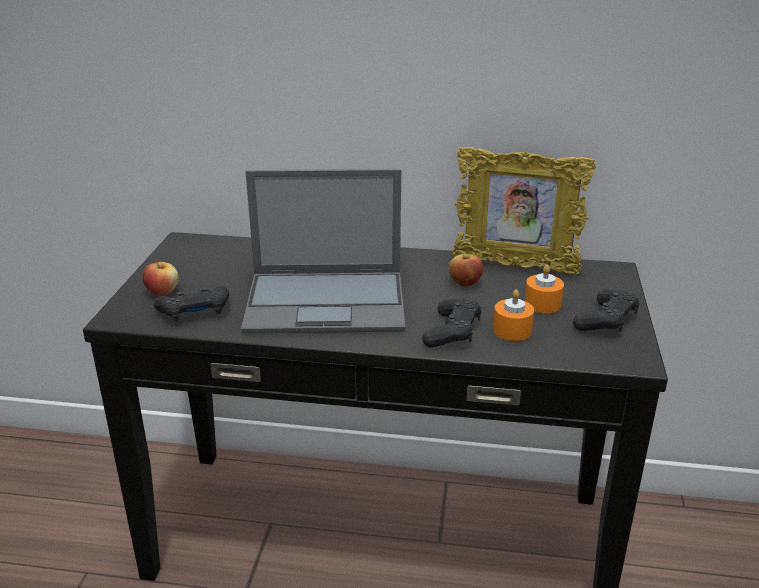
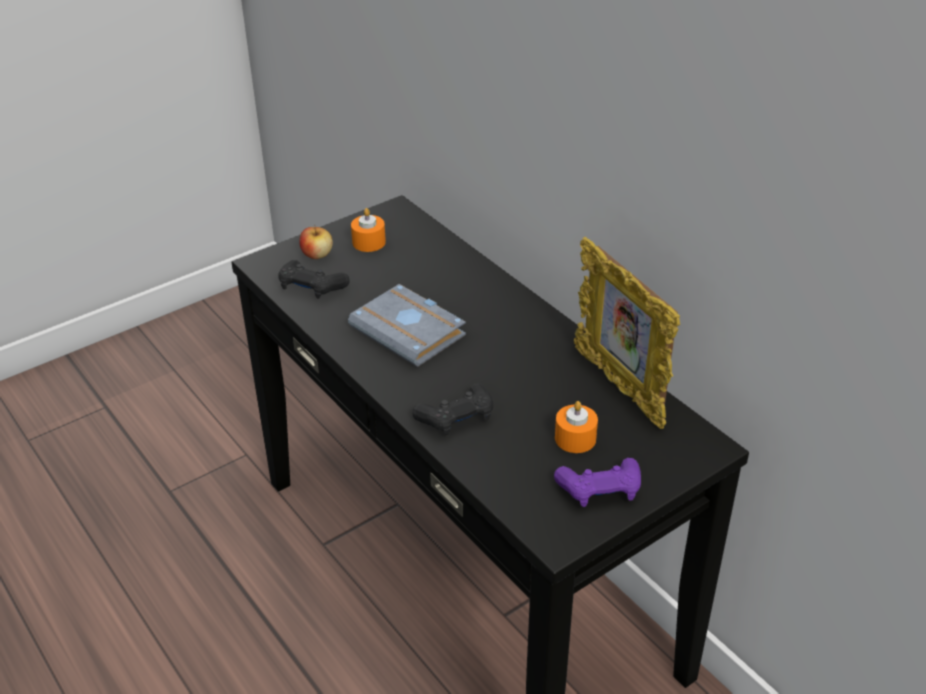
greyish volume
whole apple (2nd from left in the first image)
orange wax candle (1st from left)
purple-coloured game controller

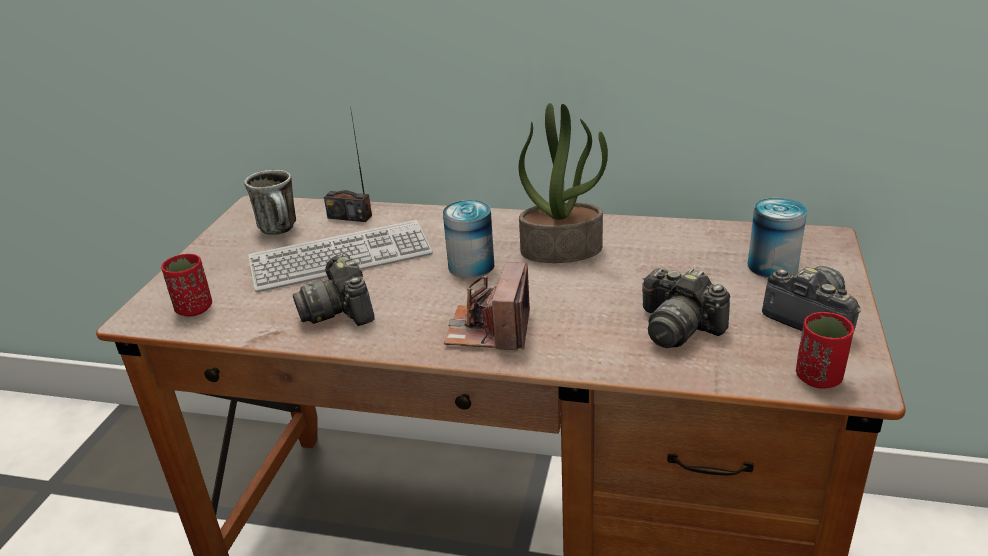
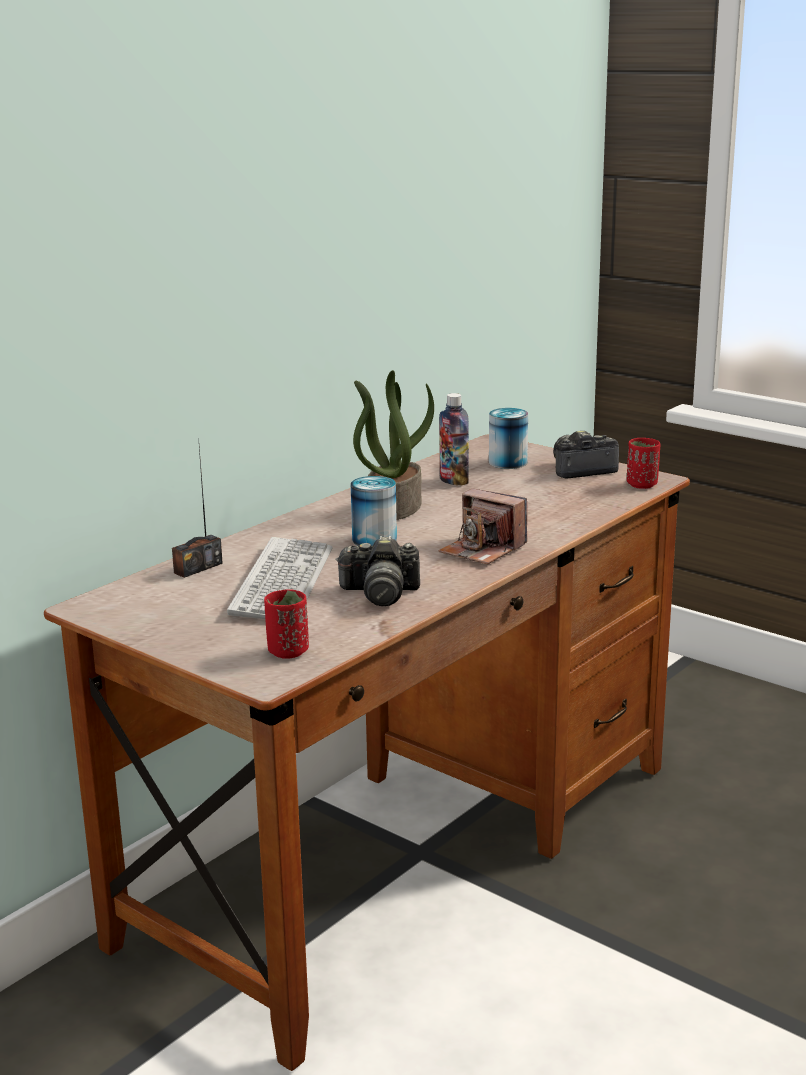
tea mug
photo camera (3rd from left in the first image)
beverage bottle

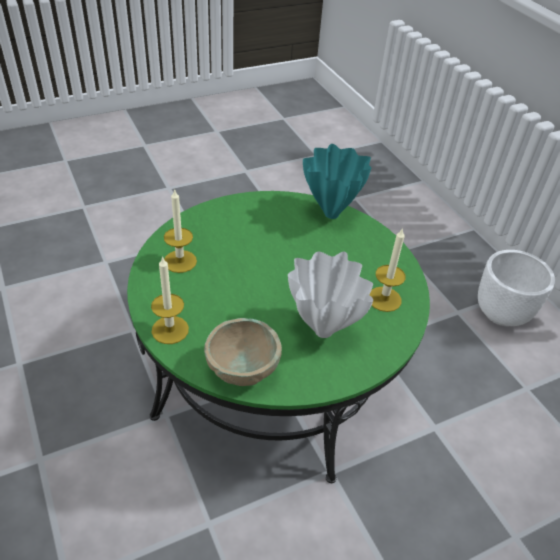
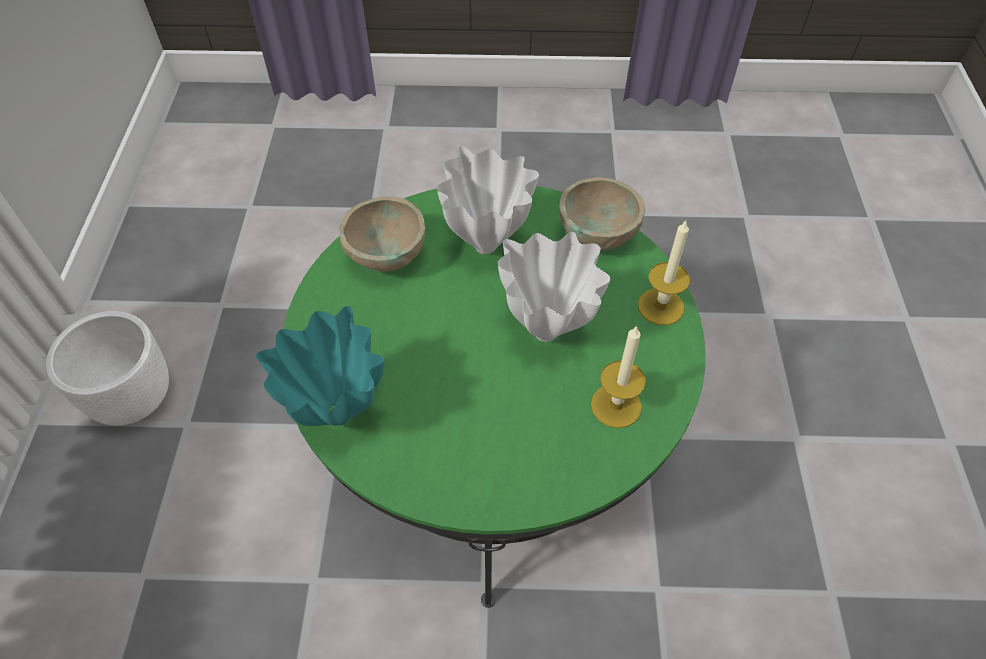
sand-coloured bowl (1st from left)
whitish flower vase (2nd from left)

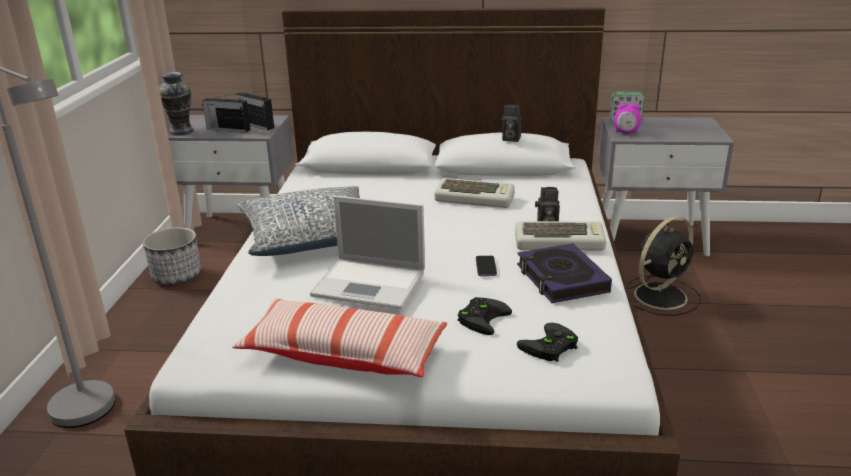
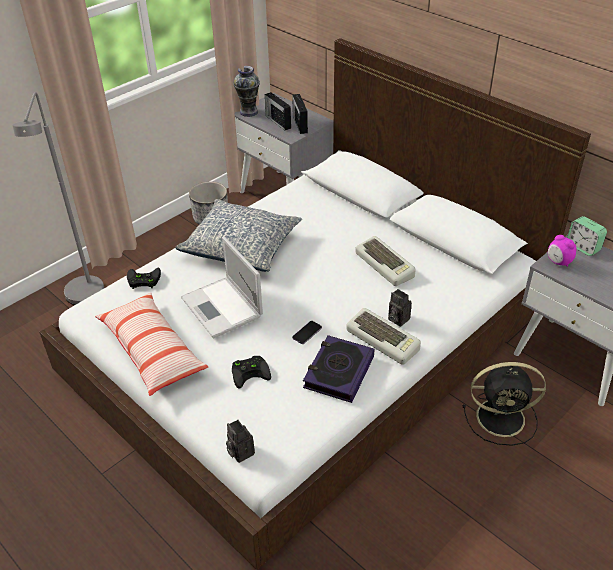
photo camera (1st from left)
black game controller (1st from left)

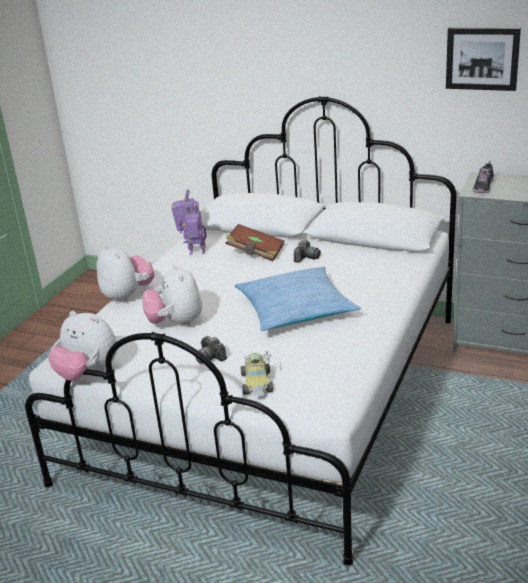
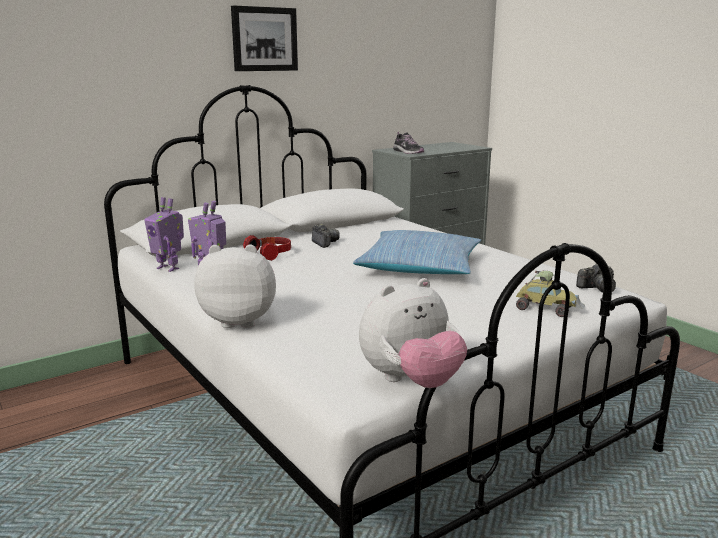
wall picture
headphones
plush toy (3rd from left in the first image)
photo camera (2nd from left)

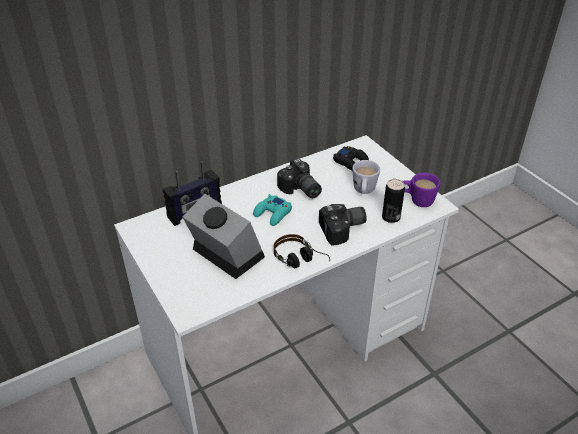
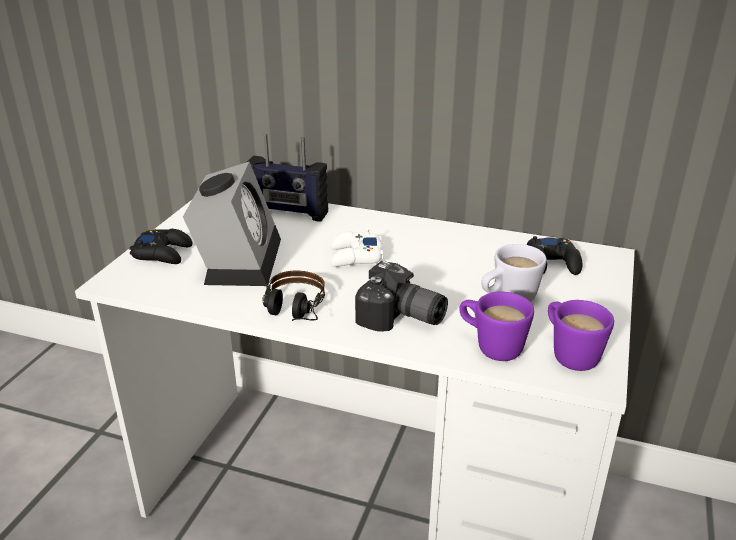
photo camera (1st from left in the first image)
purple-coloured tea mug (1st from left)
whitish game controller
black game controller (1st from left)

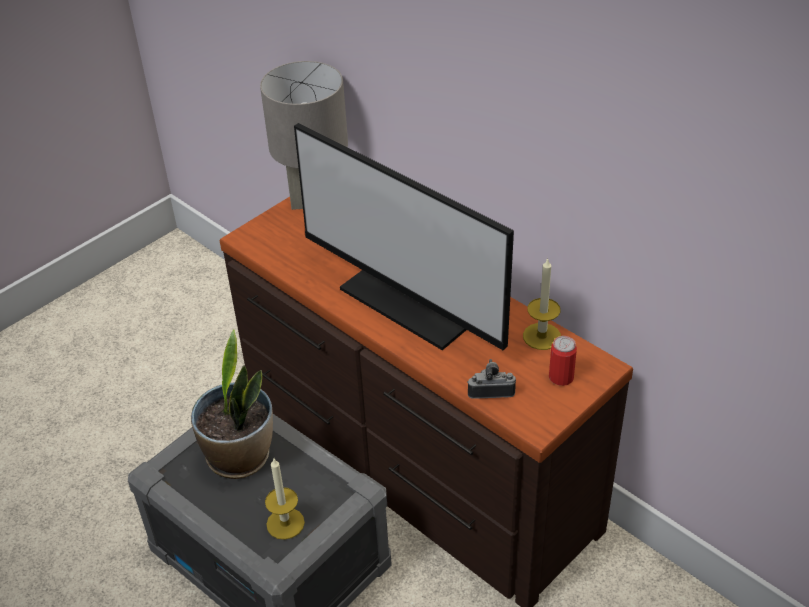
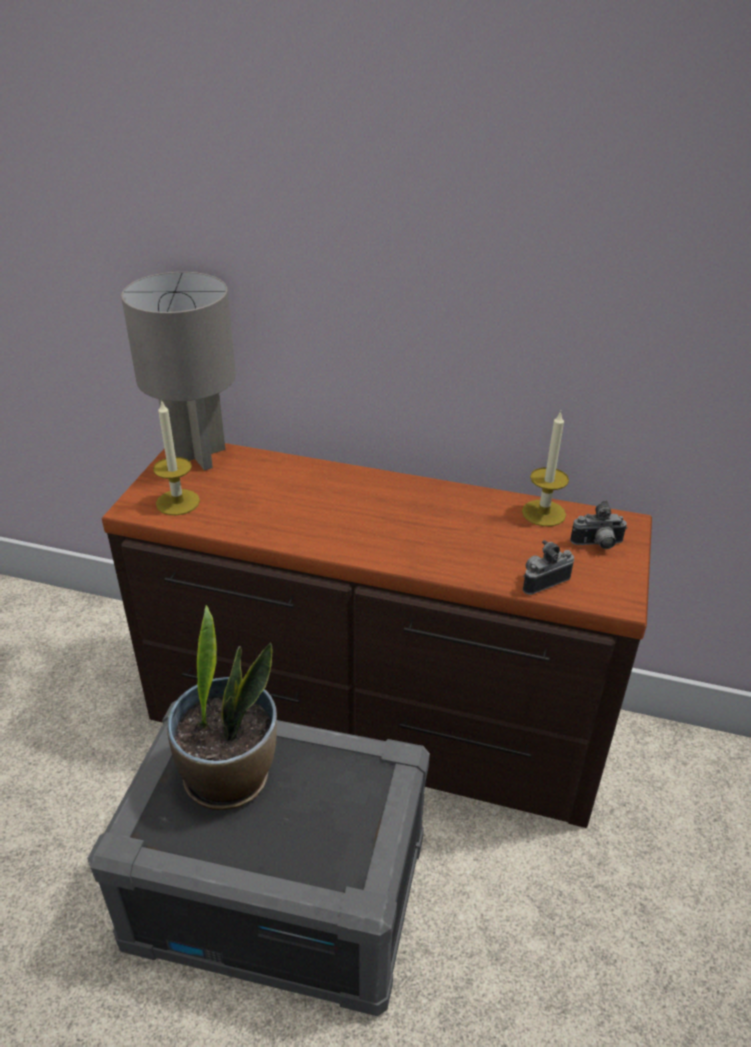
computer screen
photo camera (2nd from left)
wax candle (1st from left)

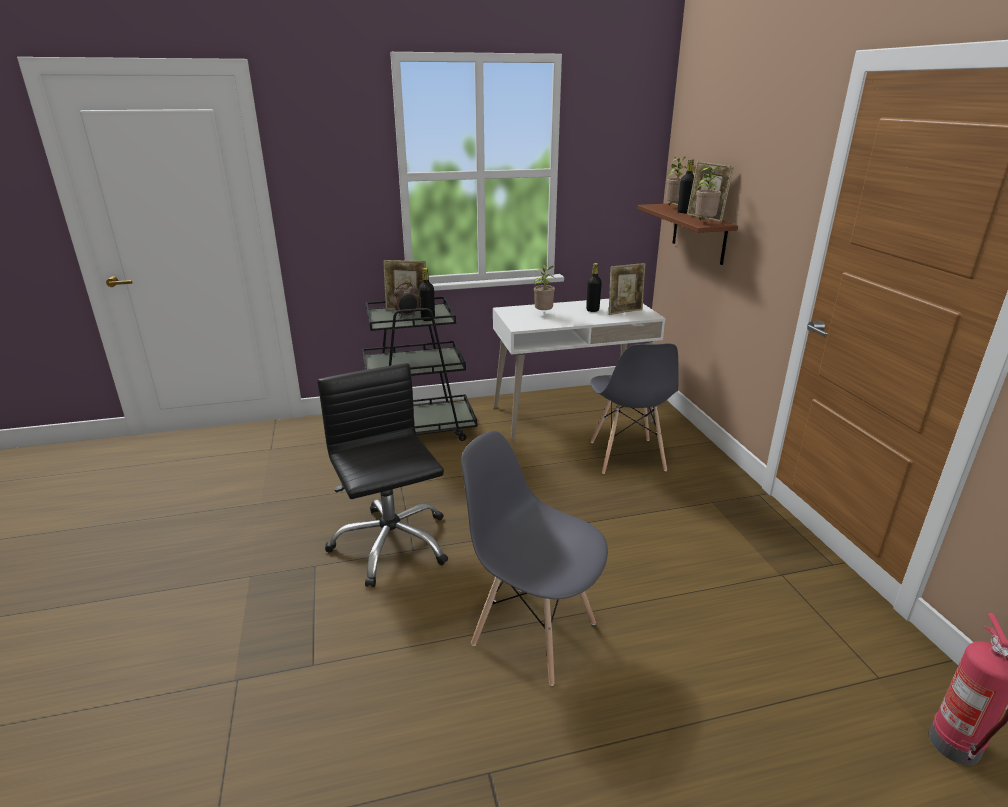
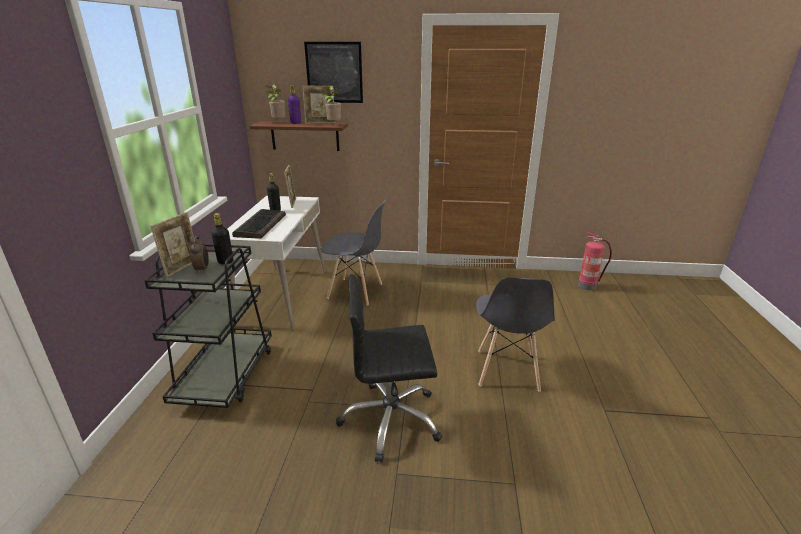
purple-coloured beverage bottle
PC keyboard
greyish upright chair (2nd from left)
wall picture

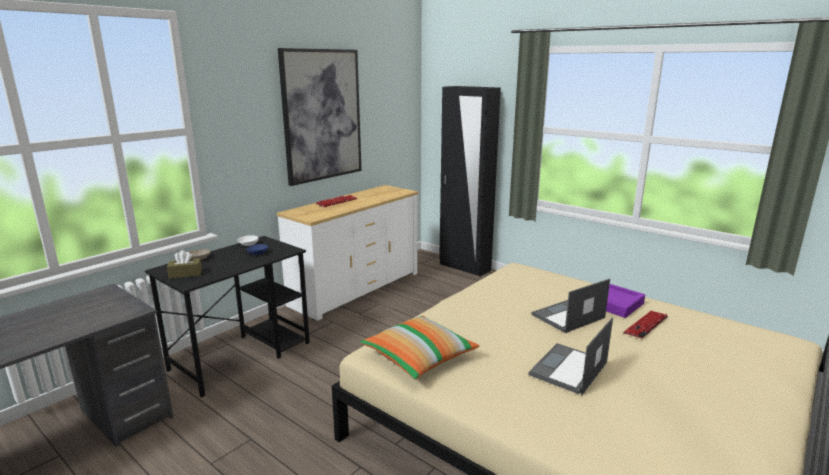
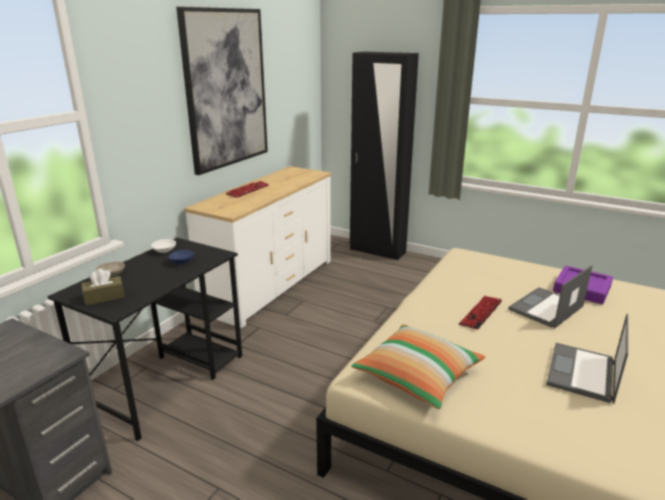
PC keyboard (2nd from left)

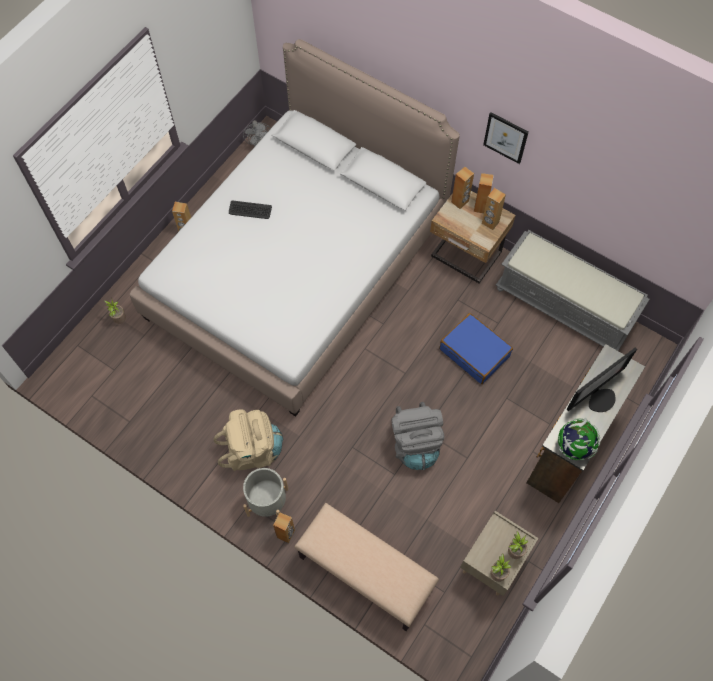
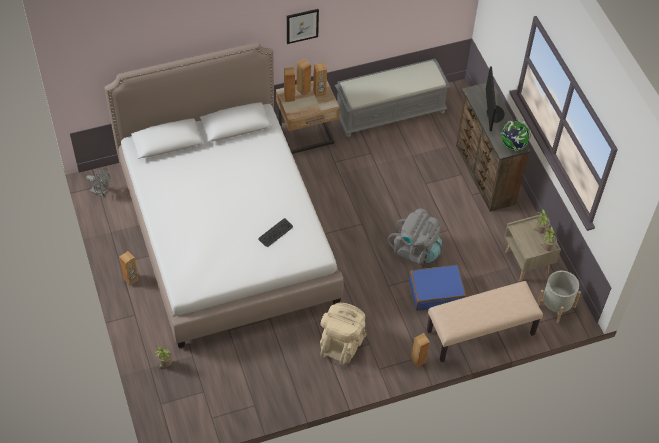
PC keyboard
blue-coloured travel case
greyish plant pot

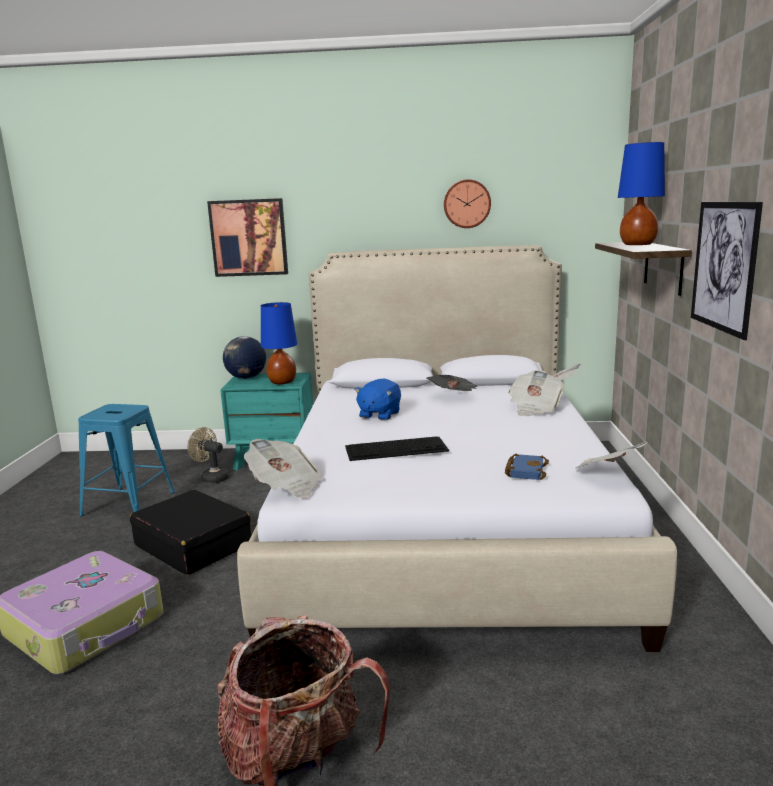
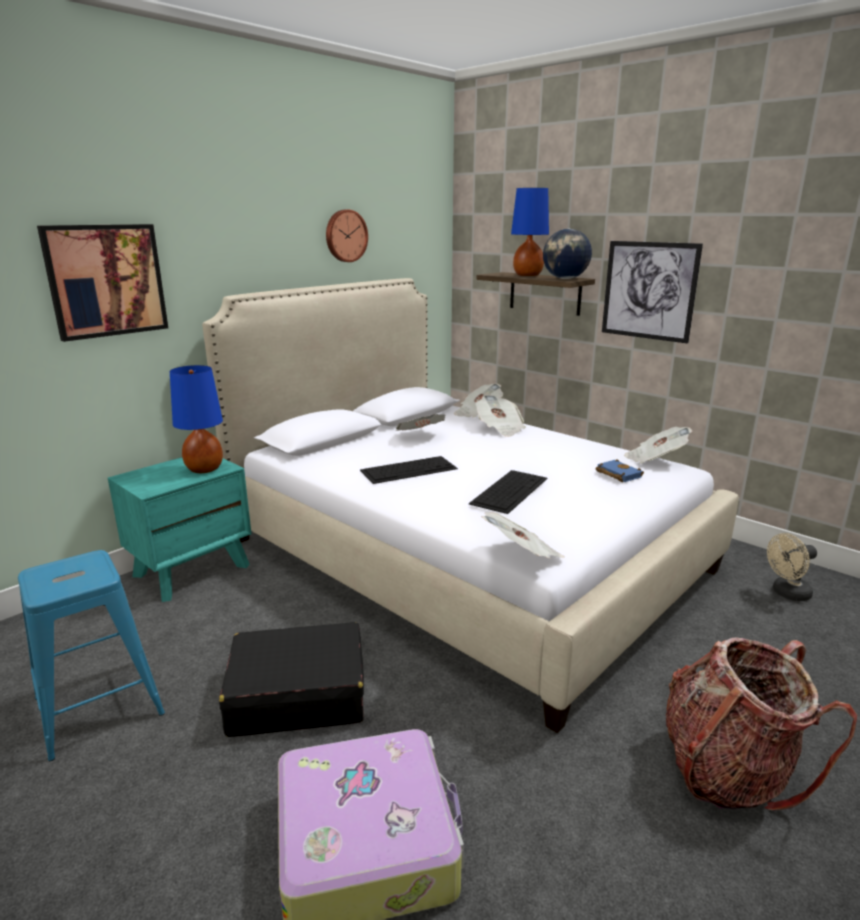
globe
PC keyboard (1st from left)
sand-coloured fan

